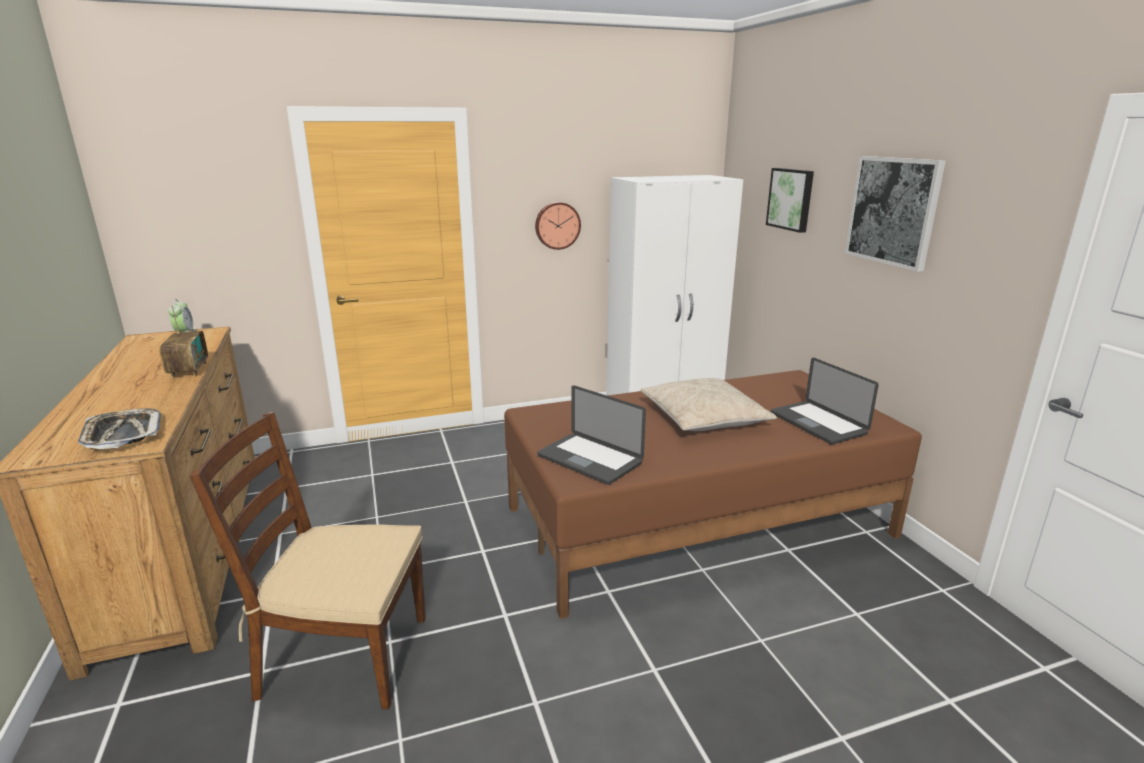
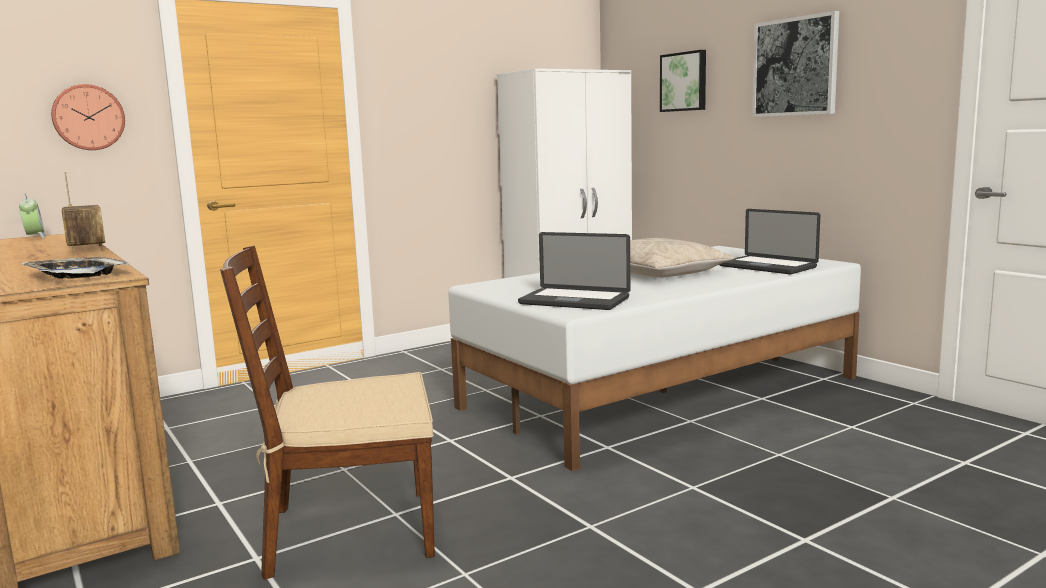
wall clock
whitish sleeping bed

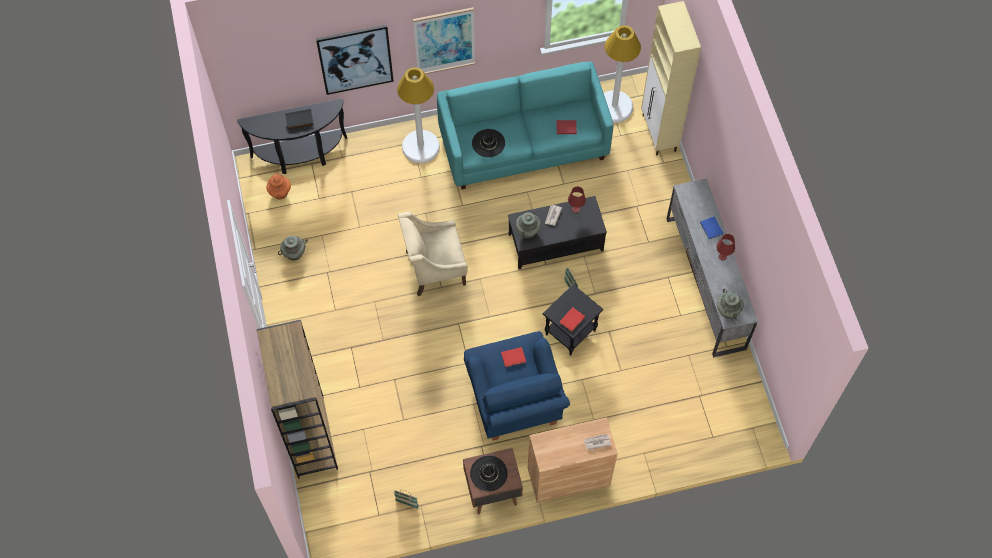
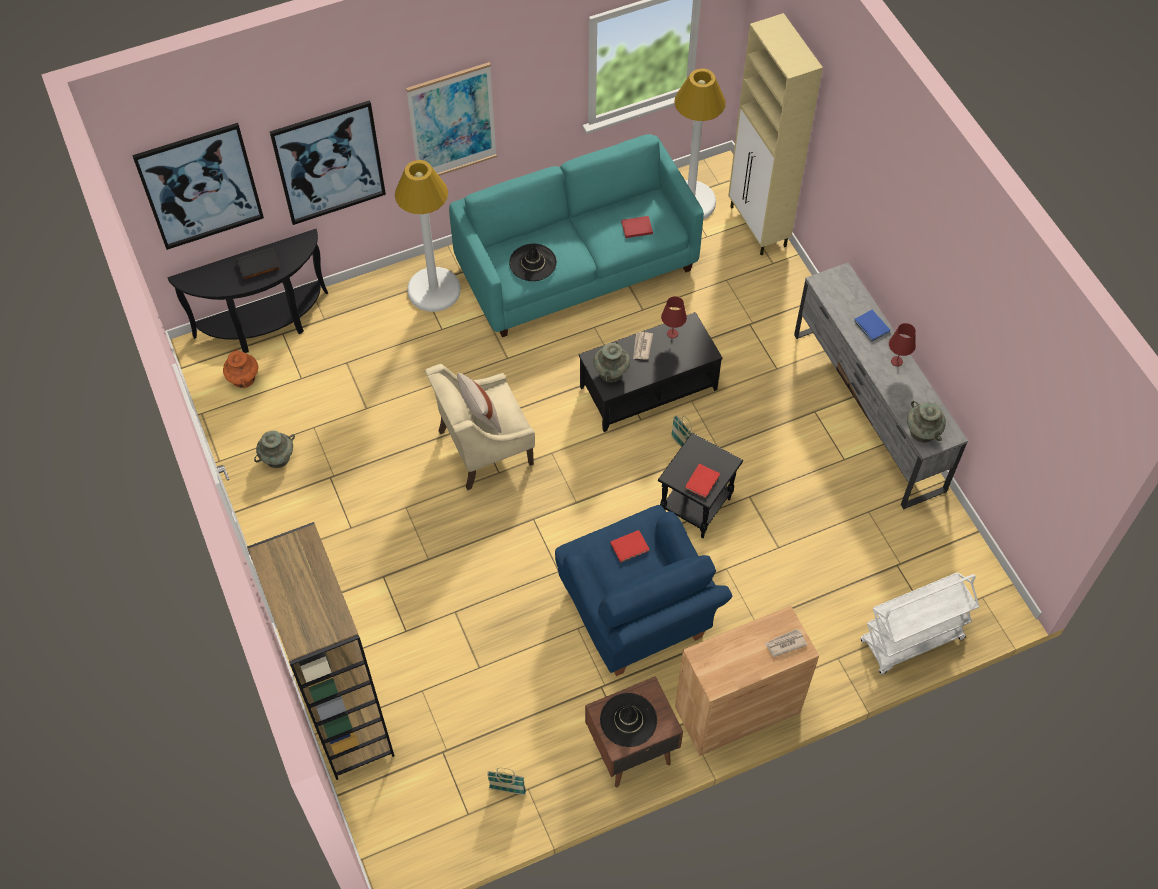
wall picture (1st from left)
sand-coloured throw pillow
whitish cart

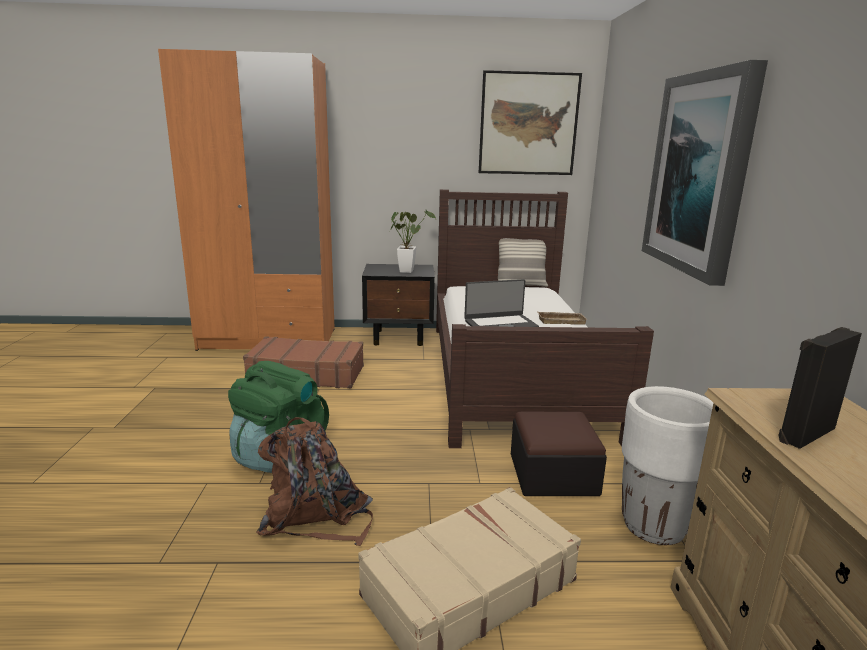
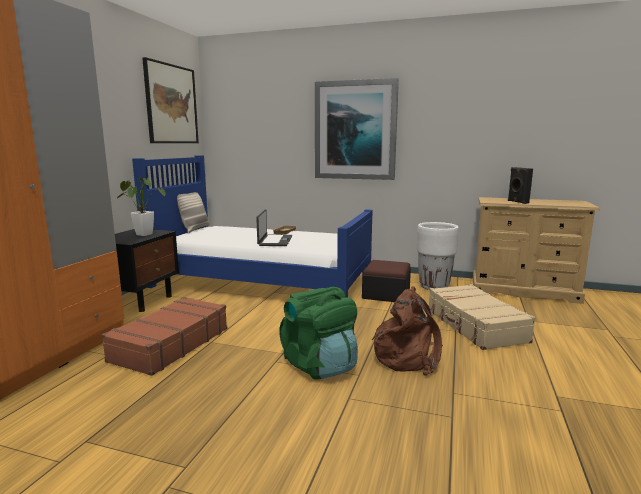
blue-coloured sleeping bed

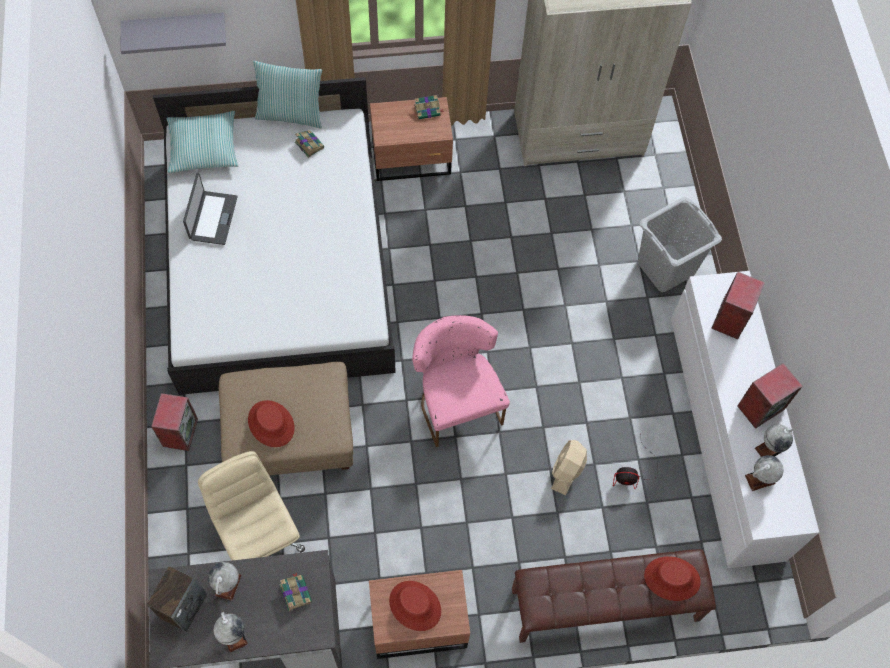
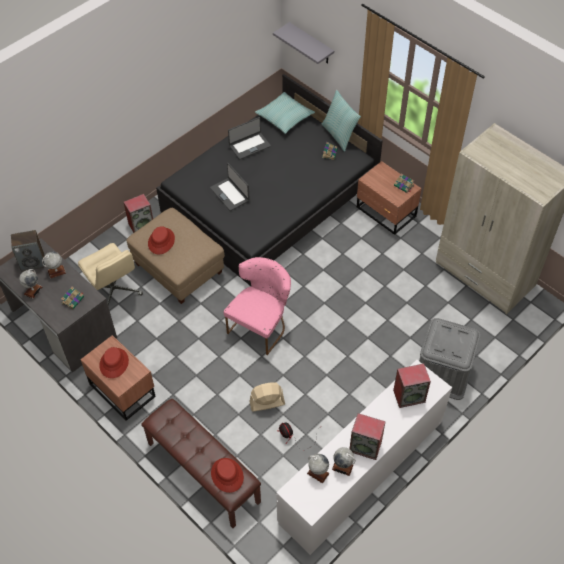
black sleeping bed
greyish storage box
sand-coloured office chair
portable computer (1st from left)

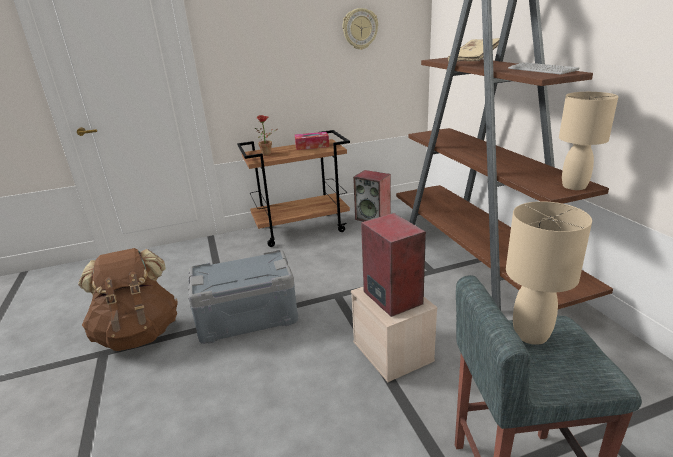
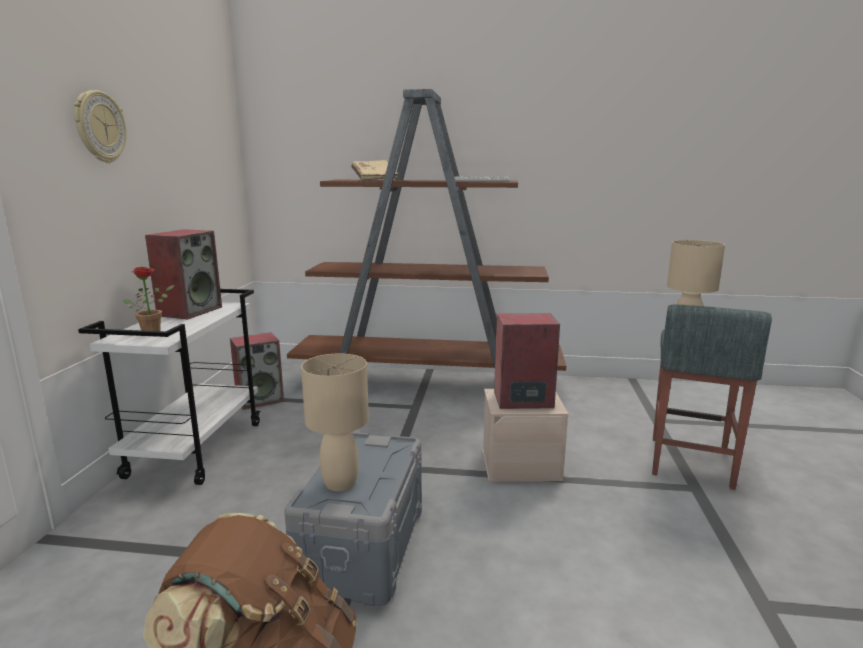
wall clock
sand-coloured tabletop lamp (1st from left)
whitish cart
loudspeaker (1st from left)

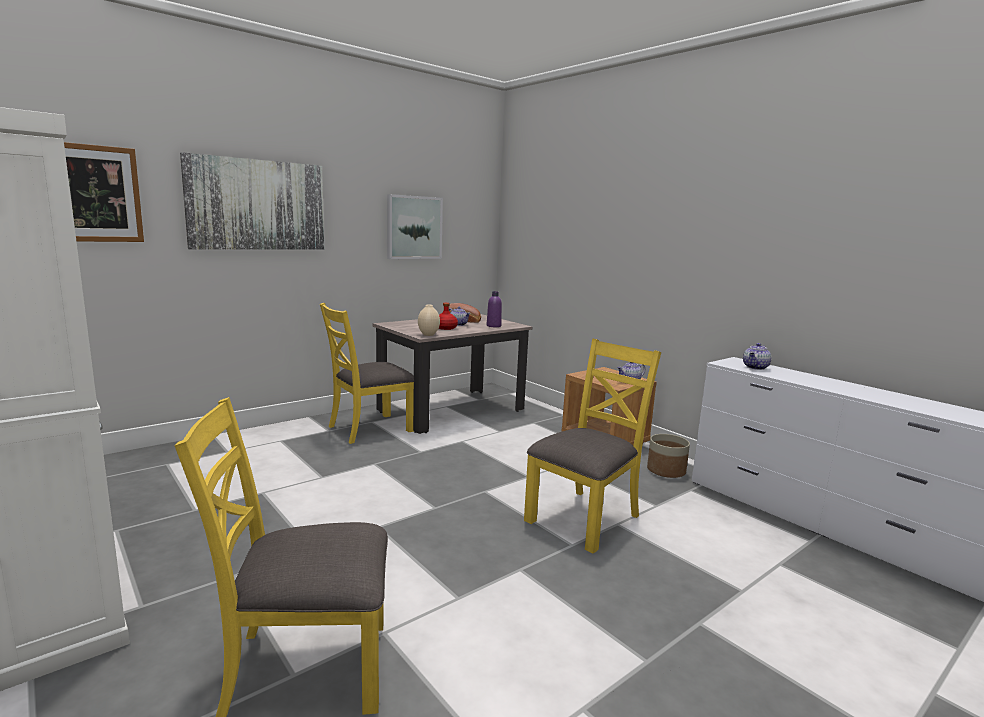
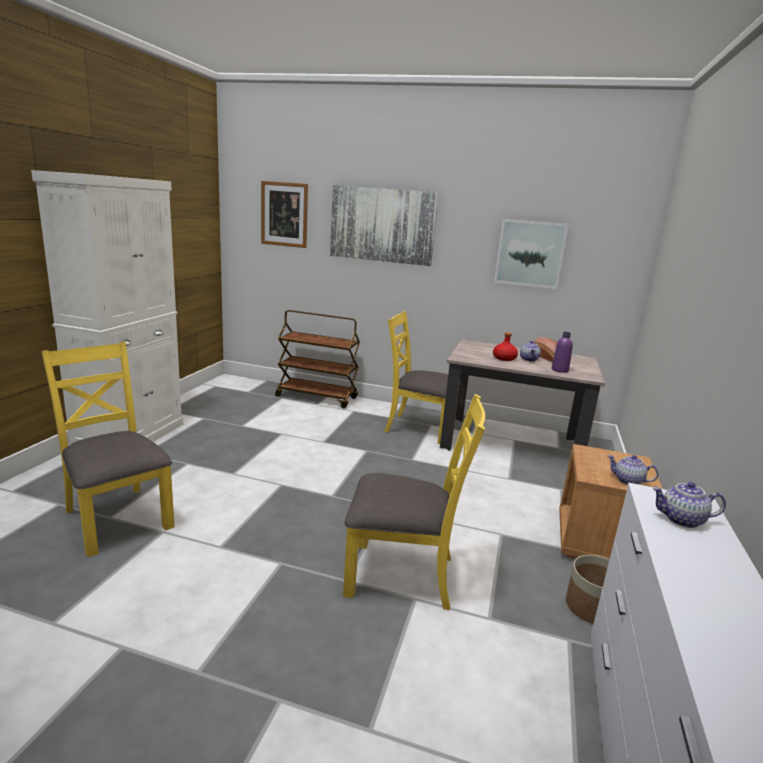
sand-coloured flower vase
brownish cart

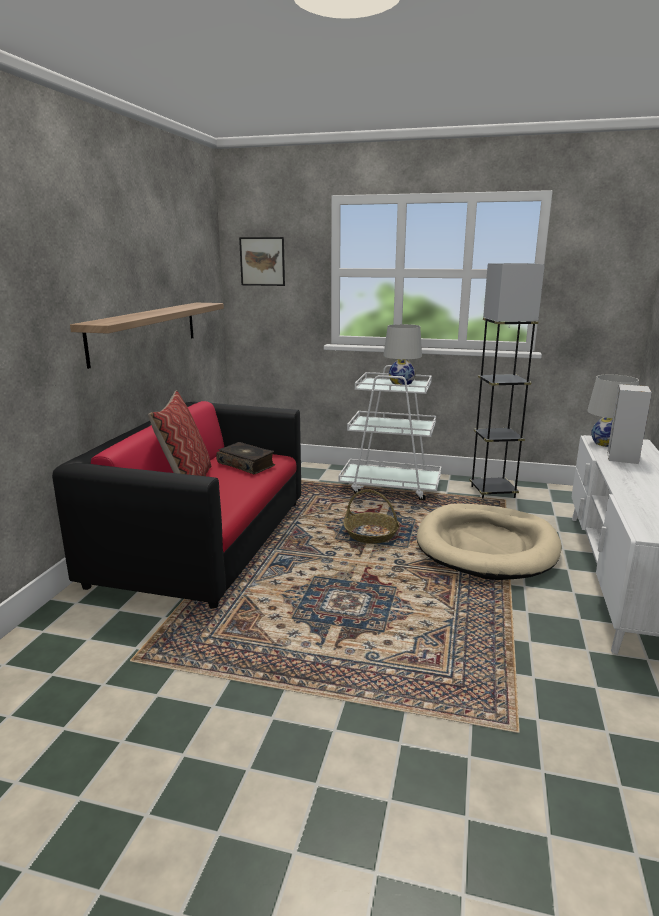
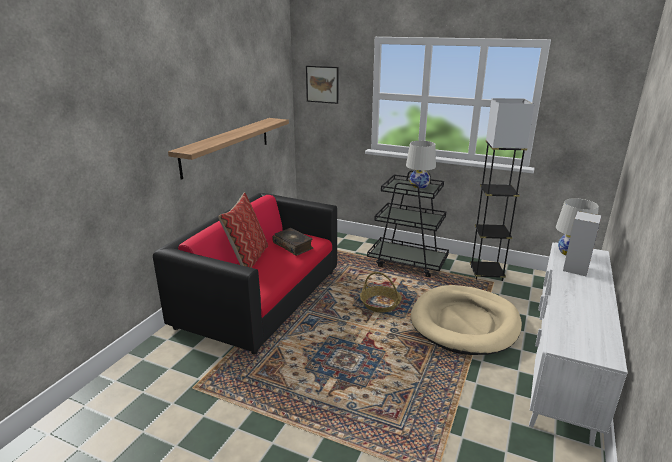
black cart

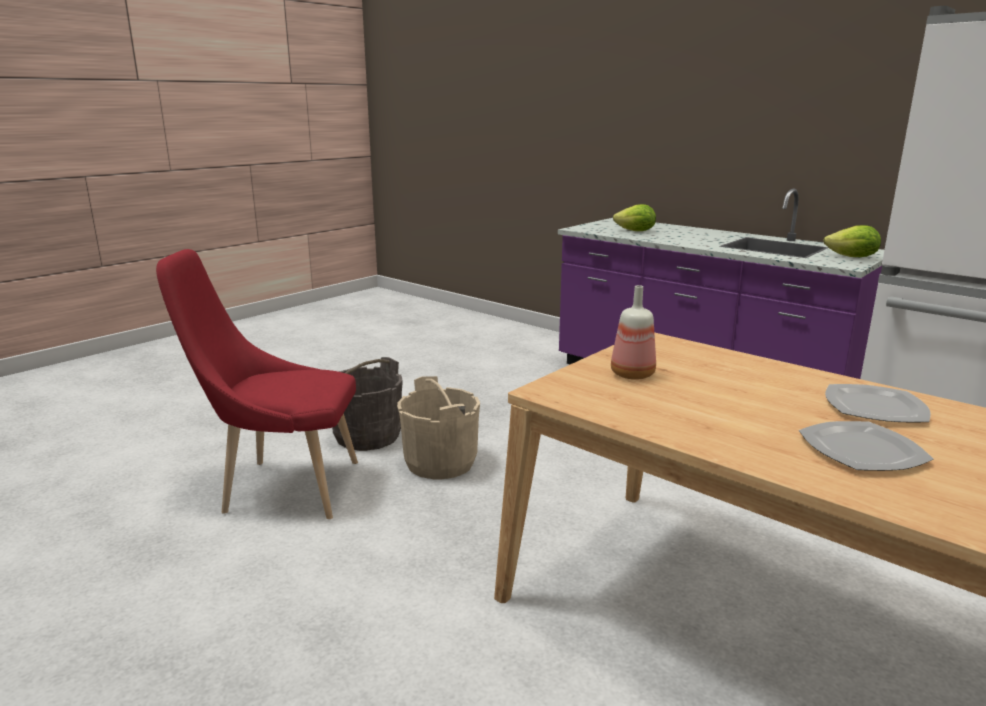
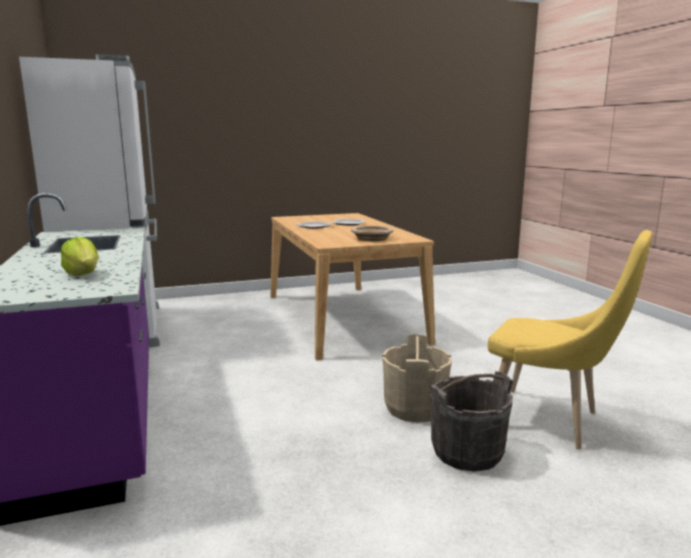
lettuce head (2nd from left in the first image)
yellow-coloured upright chair
sand-coloured bowl

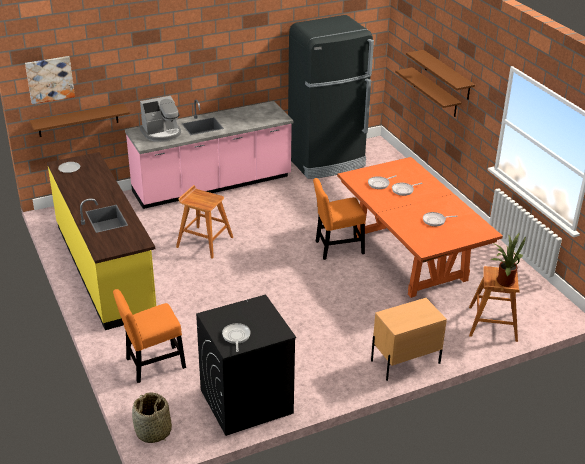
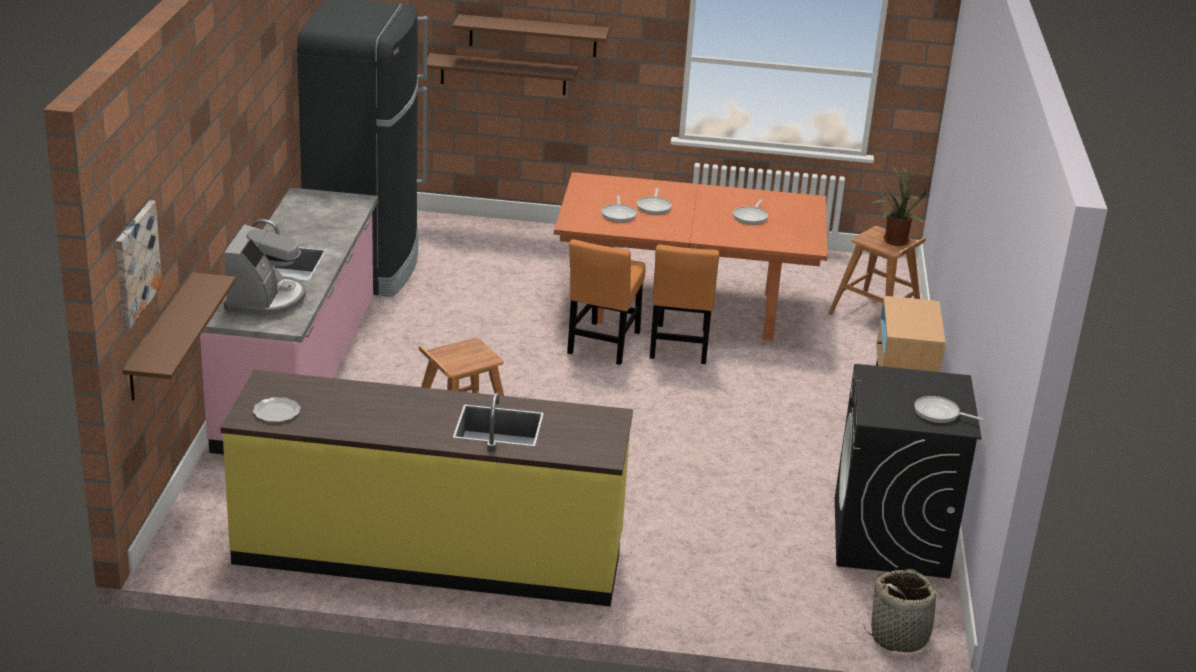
orange upright chair (2nd from left)

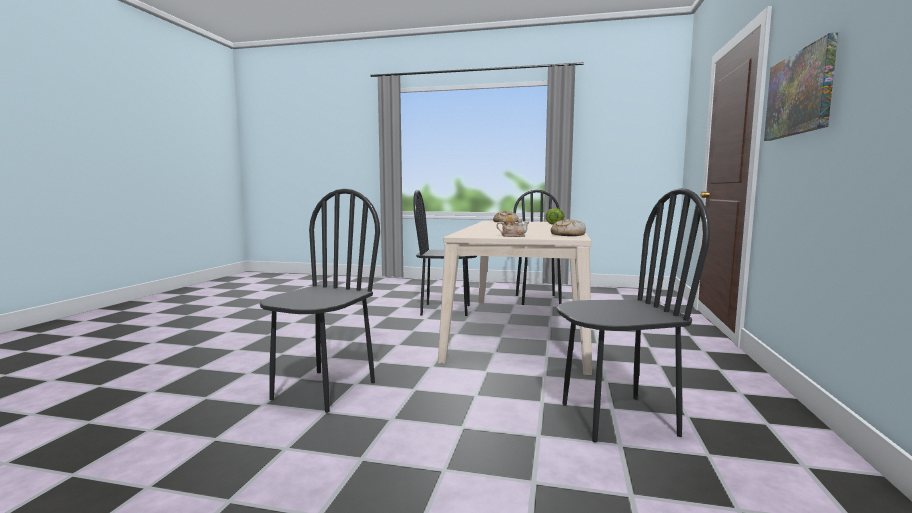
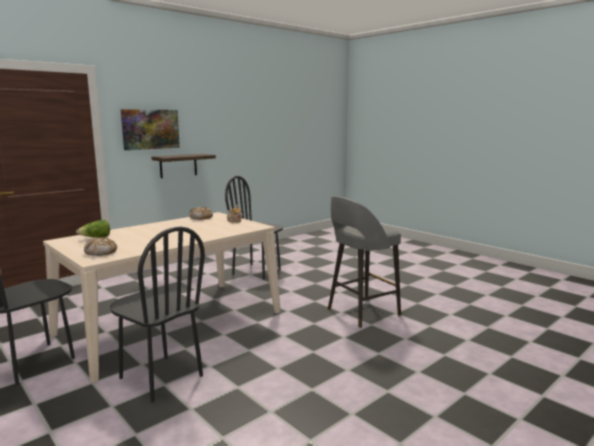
greyish stool seat
wall shelf

